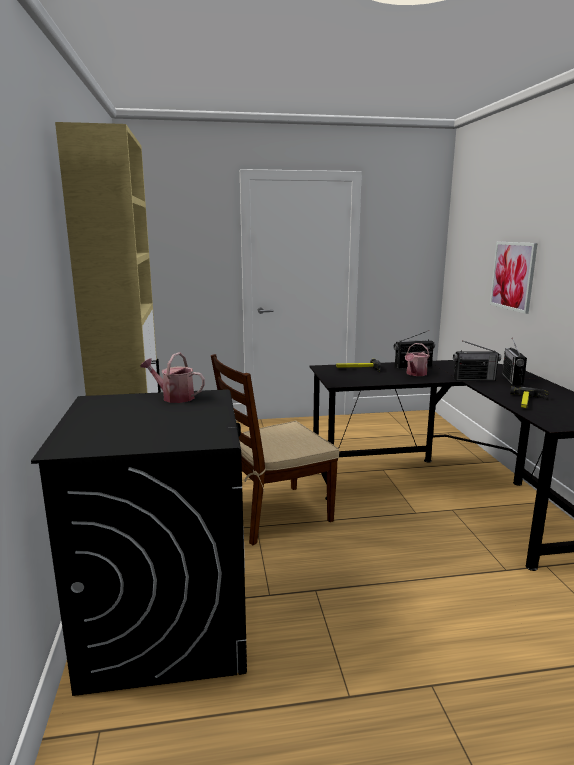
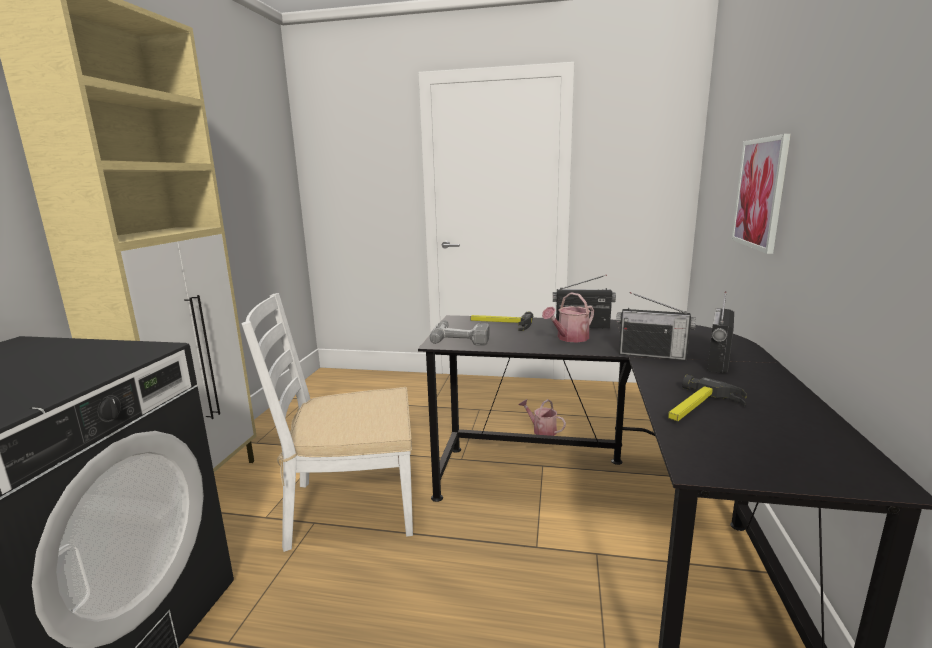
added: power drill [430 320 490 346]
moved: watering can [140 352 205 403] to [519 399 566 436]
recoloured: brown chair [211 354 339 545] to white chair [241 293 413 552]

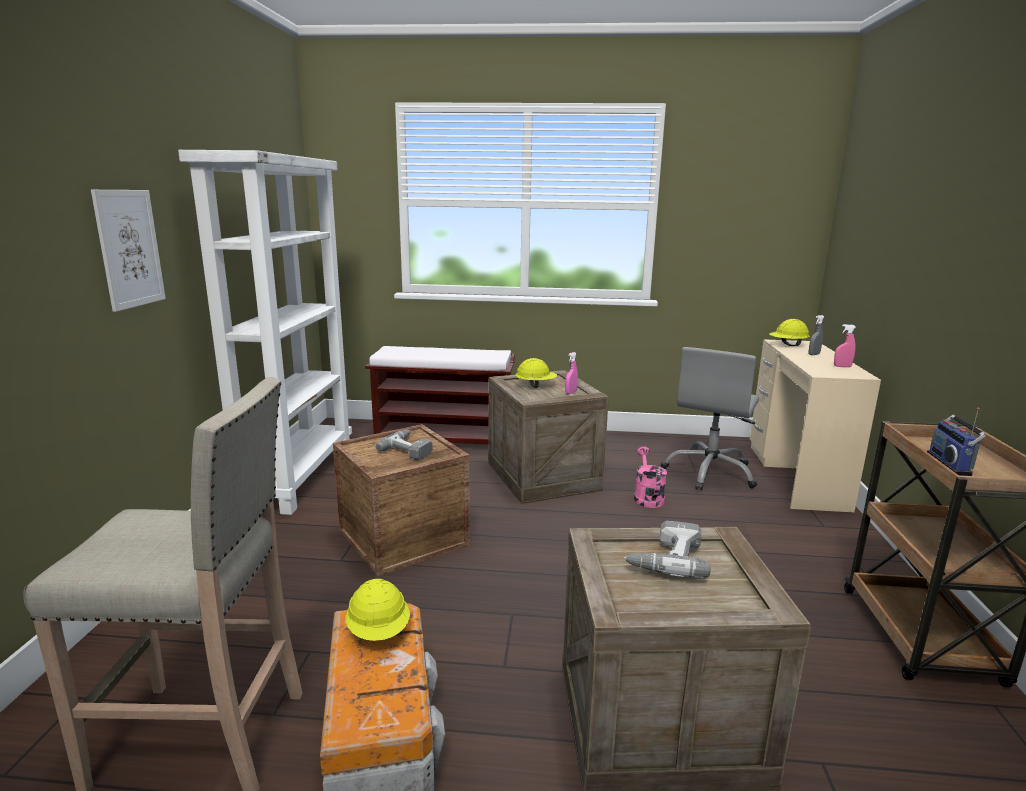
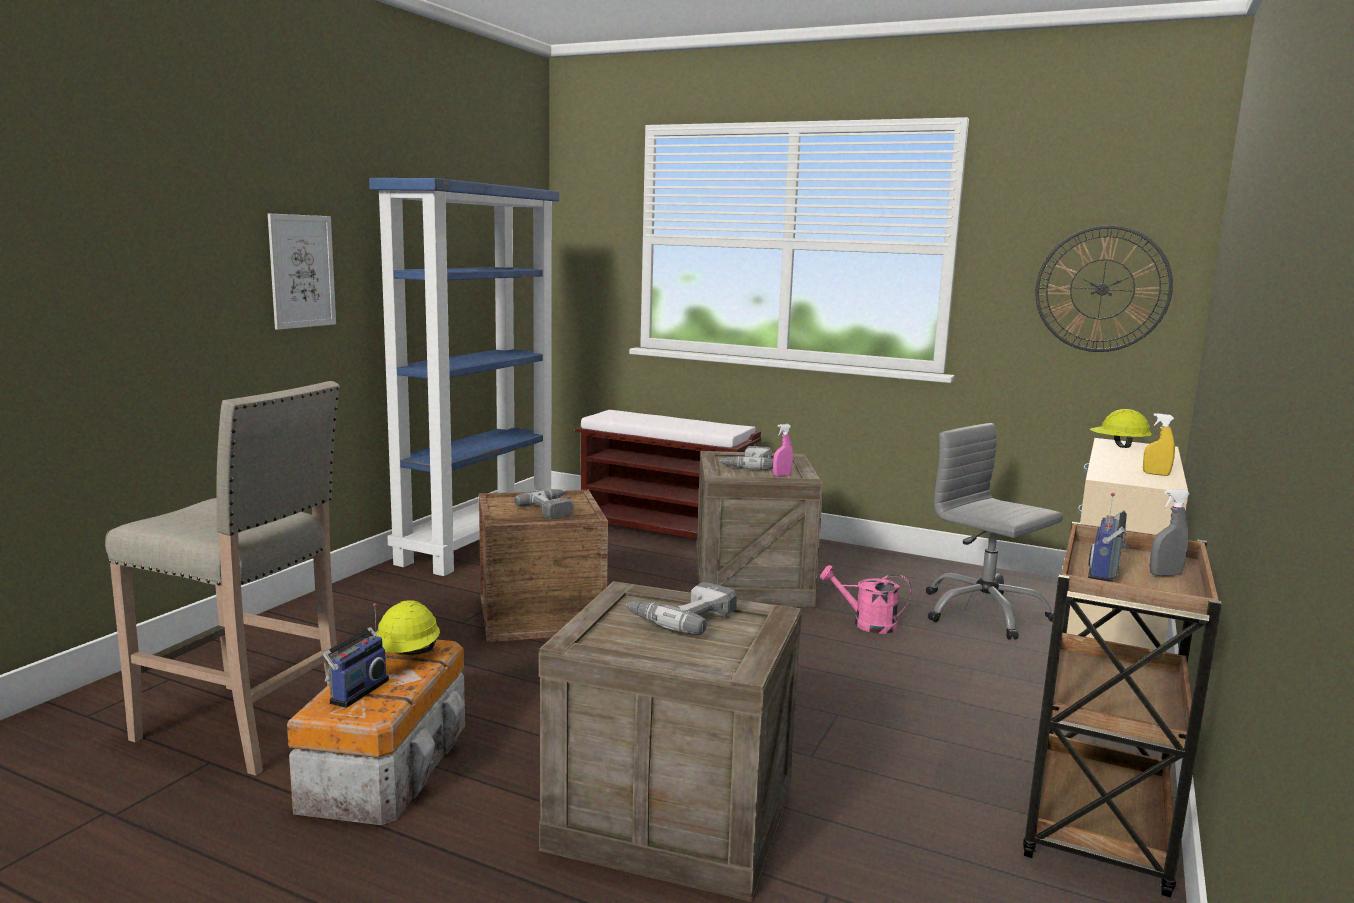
added: radio [323 603 389 708]; wall clock [1035 225 1173 352]
moved: grey spray bottle [809 315 824 355] to [1150 489 1190 576]
replaced: yellow hard hat [515 358 557 388] to power drill [719 446 773 470]
recoloured: white bookcase [178 150 352 515] to blue bookcase [369 178 559 576]; pink spray bottle [834 324 856 367] to yellow spray bottle [1143 413 1175 476]
turned: pink watering can [634 447 667 508] = [820 565 912 634] 90 degrees counterclockwise; grey office chair [661 347 759 491] = [926 423 1063 640] 90 degrees clockwise

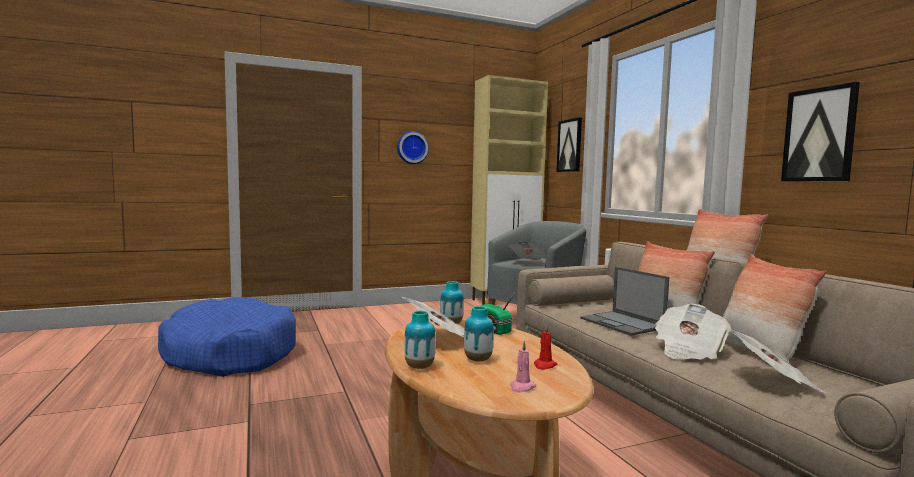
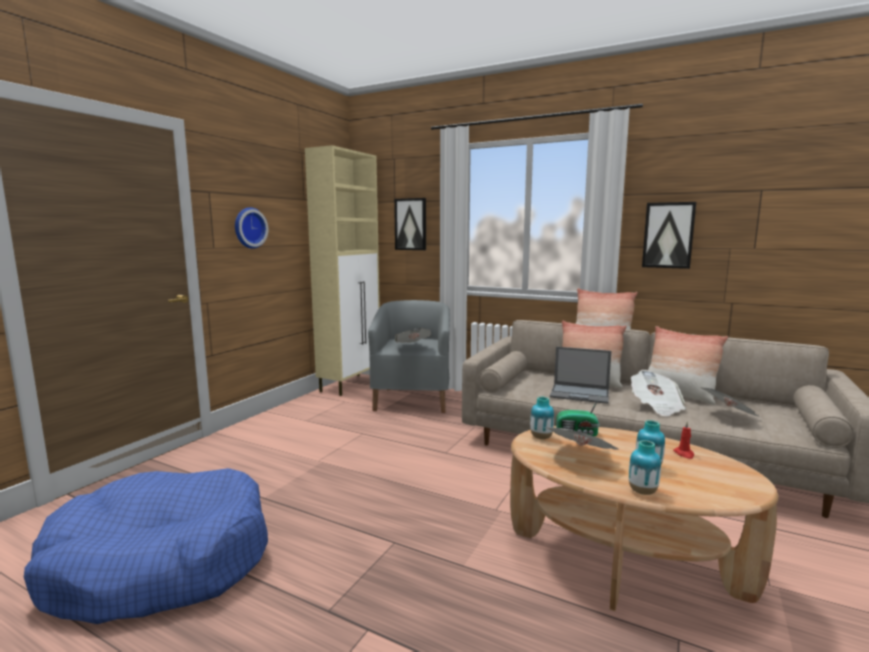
removed: pink candle [510 341 536 392]

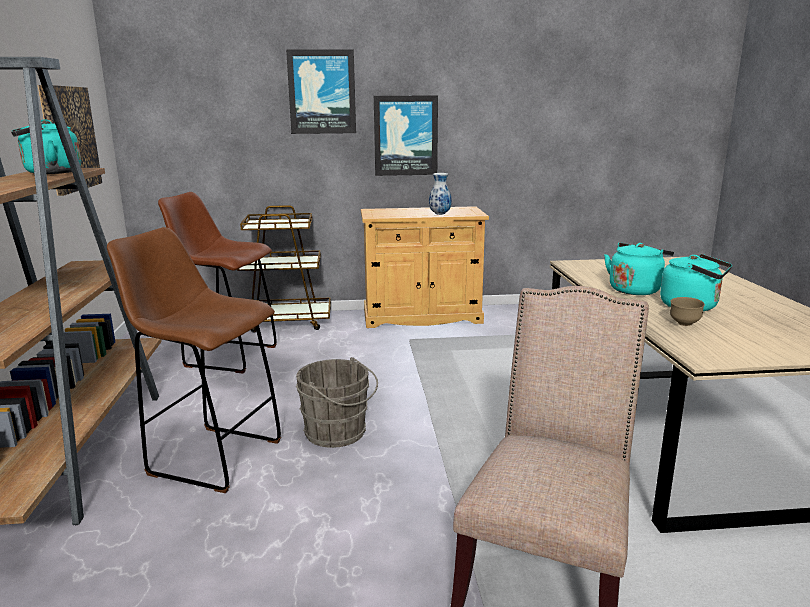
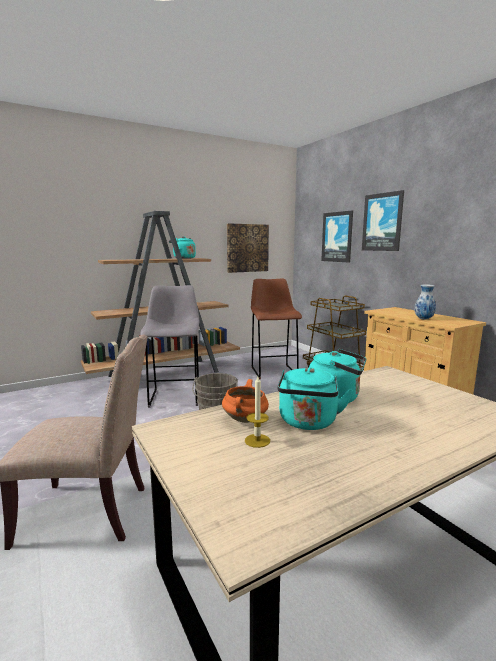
added: candle [245 376 270 448]
moved: picture [374 95 438 176] to [321 210 353 263]
replaced: brown bowl [670 297 705 326] to orange cooking pot [222 379 269 423]
recoloured: brown stool [107 227 281 493] to grey stool [140 285 199 408]

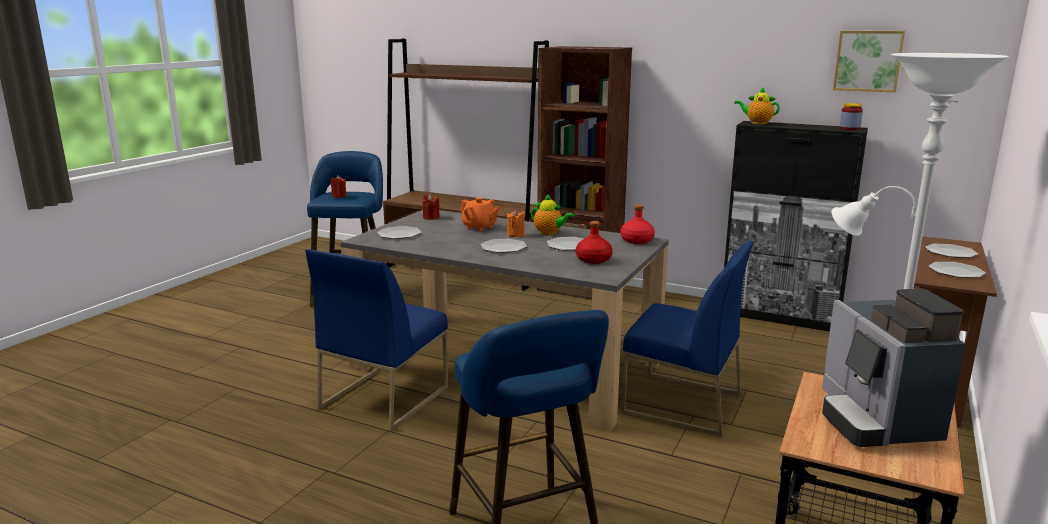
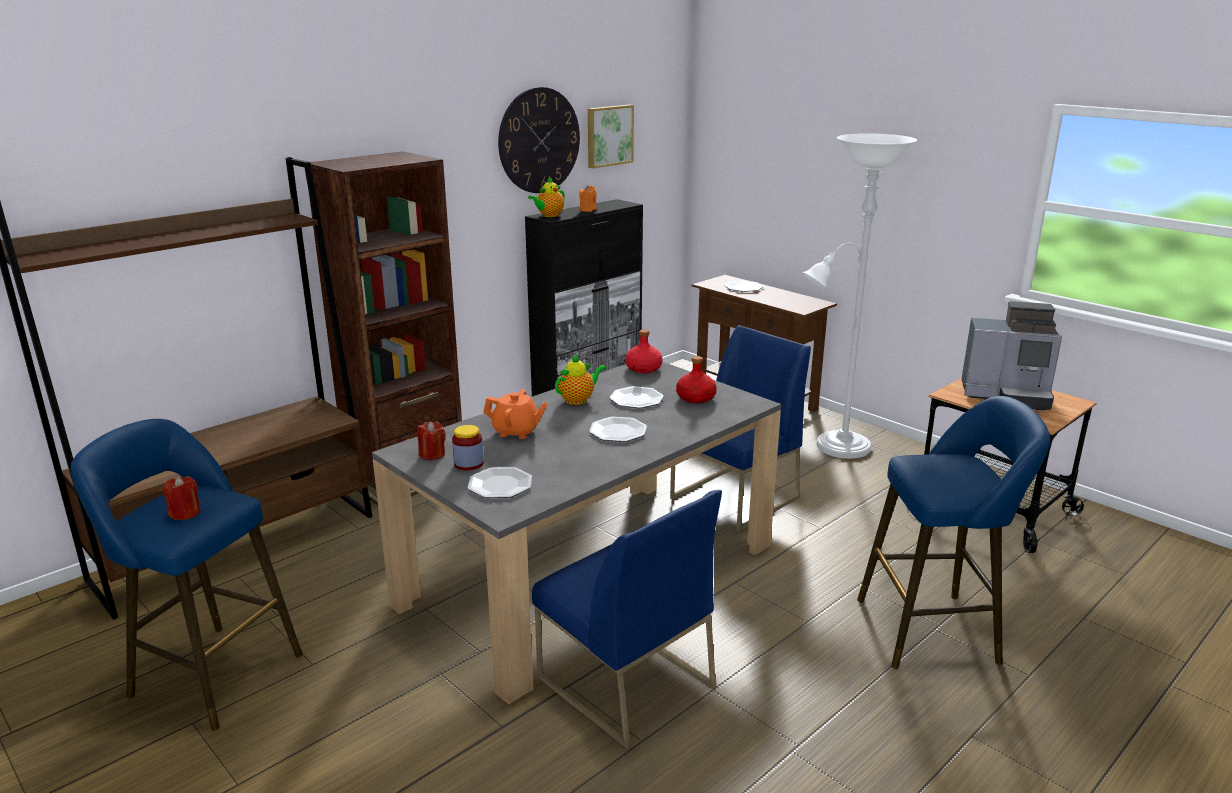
removed: plate [928 262 986 278]
added: wall clock [498 87 580 193]
moved: orange candle [507 209 525 237] to [579 185 597 212]; jar [840 103 863 130] to [452 425 484 471]
turned: orange teapot [460 198 500 231] = [483 390 548 439] 45 degrees clockwise

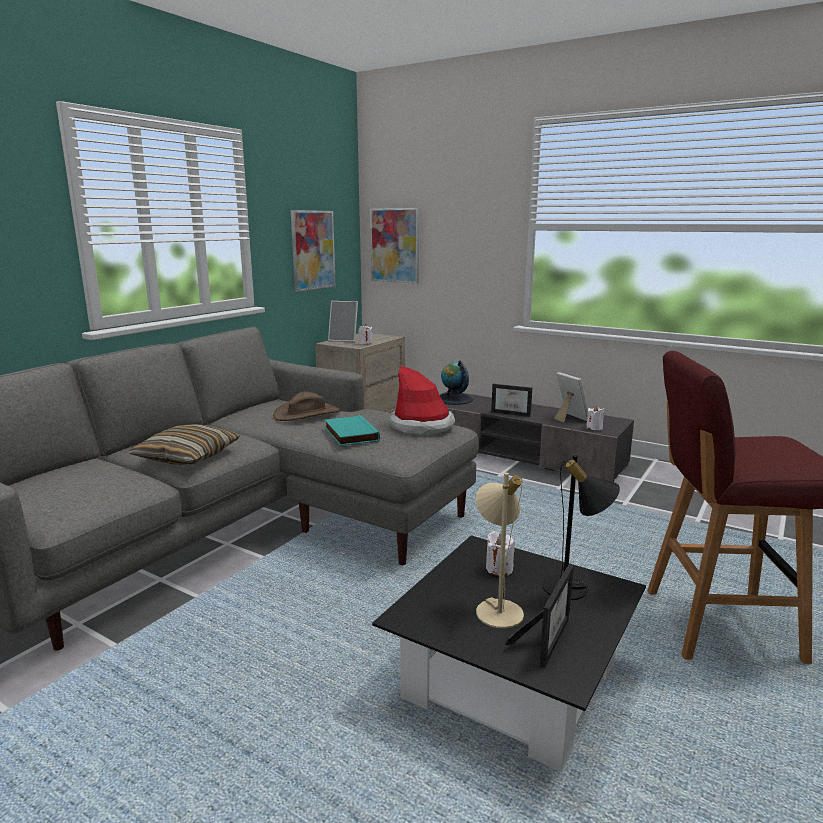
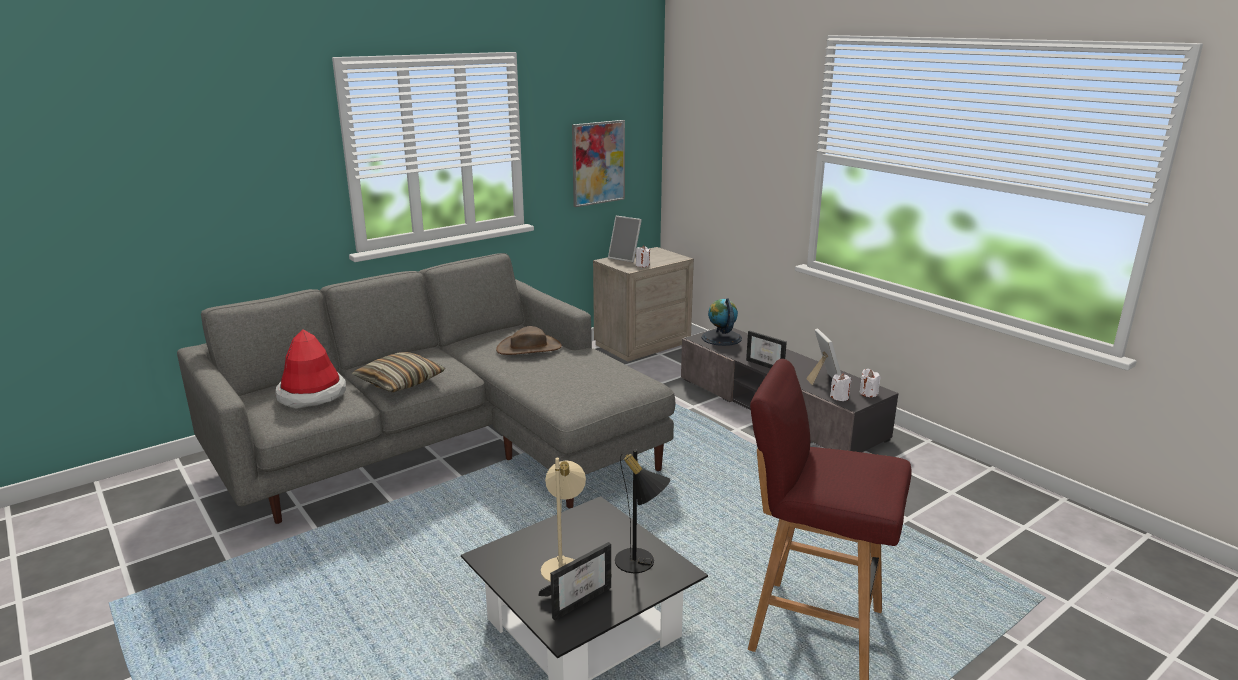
removed: turquoise book [325 415 380 446]; picture [370 208 419 284]
moved: hat [389 366 455 436] to [275 329 346 409]; white candle [486 531 515 576] to [860 369 880 397]

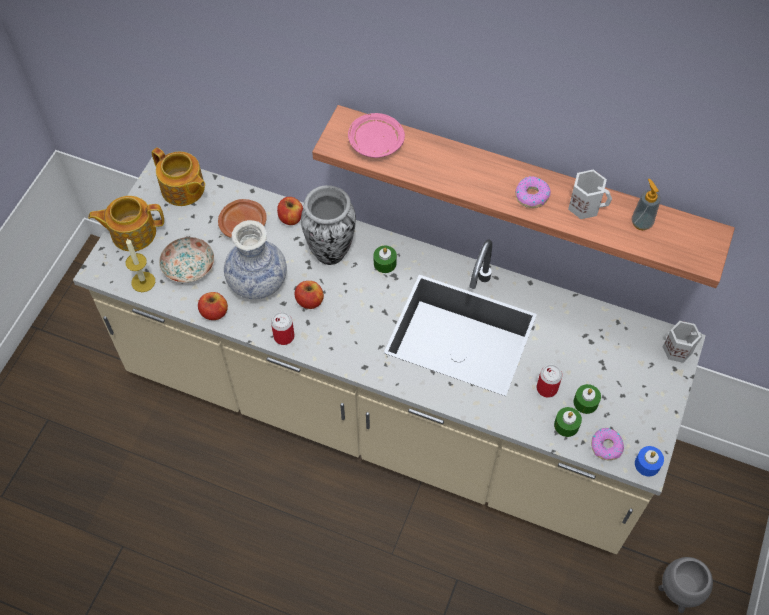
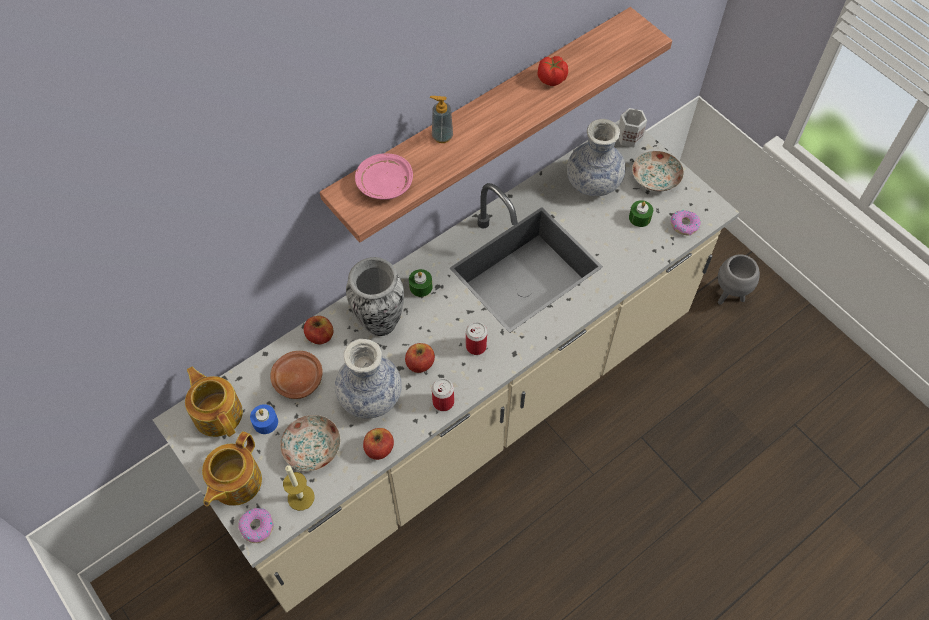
removed: green candle [554 407 582 437]
added: vase [567 119 626 196]; plate [632 151 684 192]
moved: donut [515 176 551 208] to [238 508 274 543]; can [536 364 562 398] to [466 322 487 355]; soap dispenser [632 179 661 230] to [430 96 453 143]; blue candle [635 446 664 476] to [250 404 278 434]
replaced: white mug [568 169 612 219] to tomato [538 56 568 86]
turned: teapot [152 147 205 206] = [185 366 243 437] 105 degrees counterclockwise

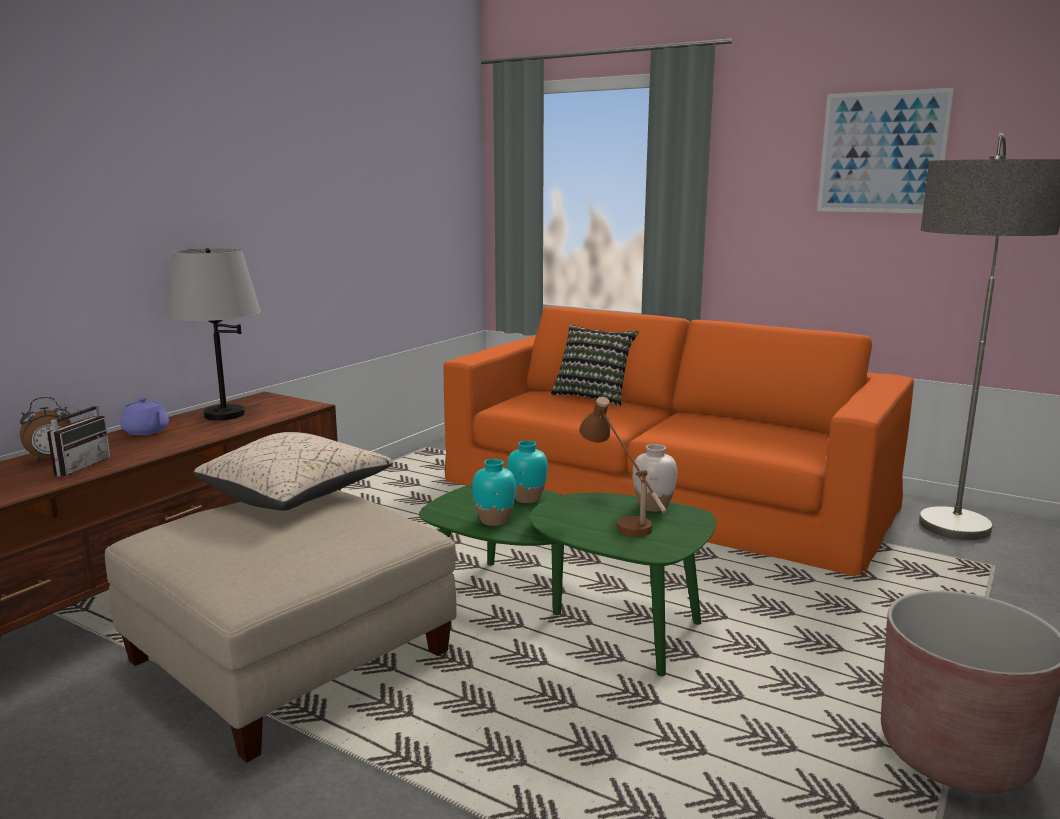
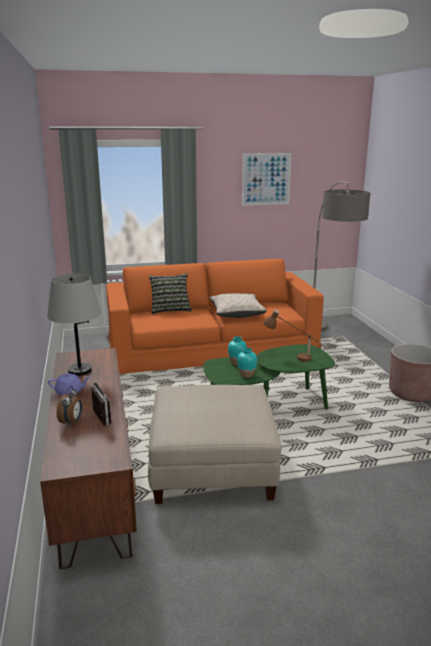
removed: white vase [633 444 677 512]
moved: beige pillow [193 432 393 510] to [209 293 267 318]

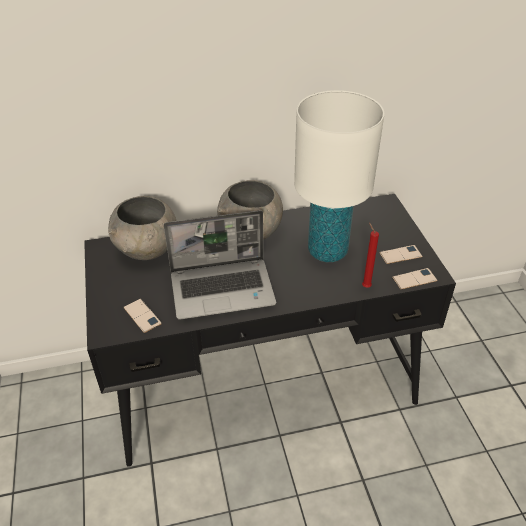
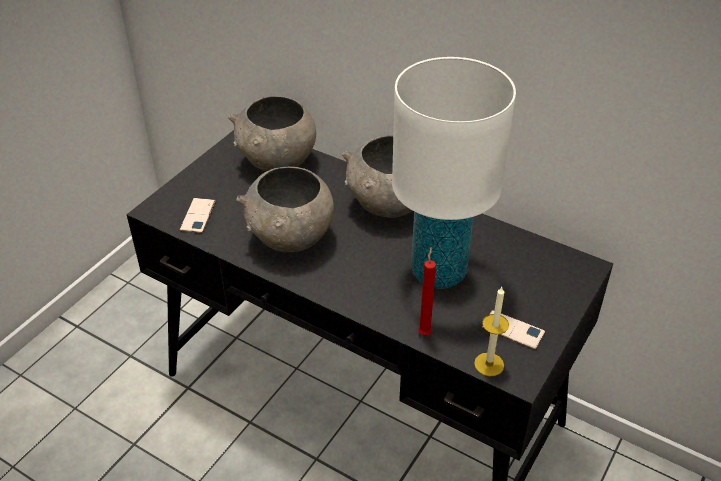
replaced: laptop [164 210 276 320] to grey bowl [236 167 334 252]; phone [392 268 437 290] to candle [474 287 509 376]

